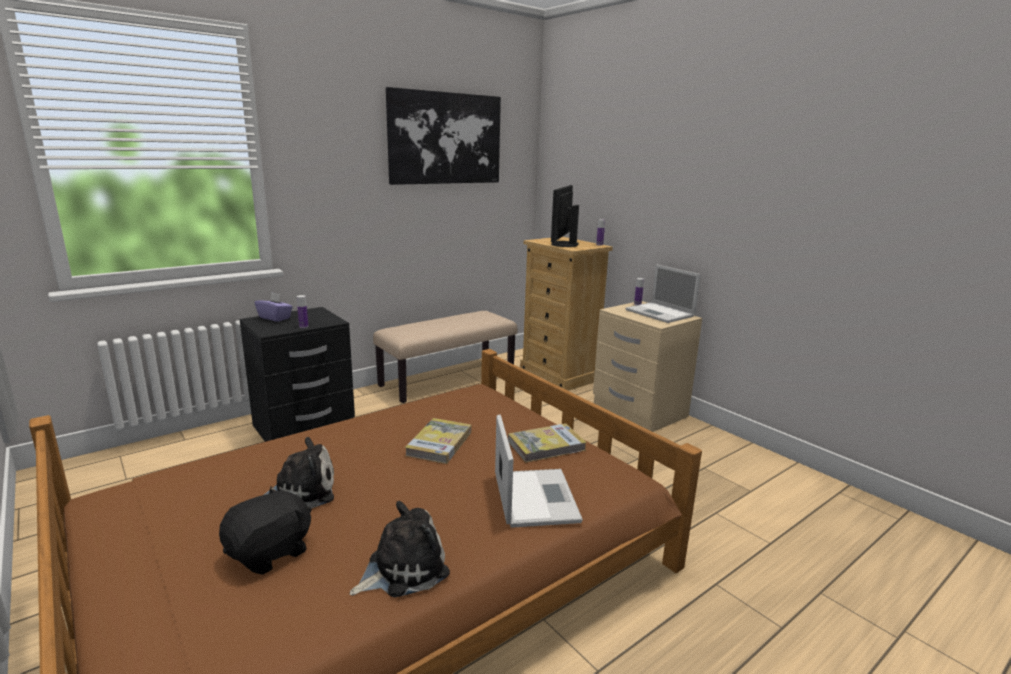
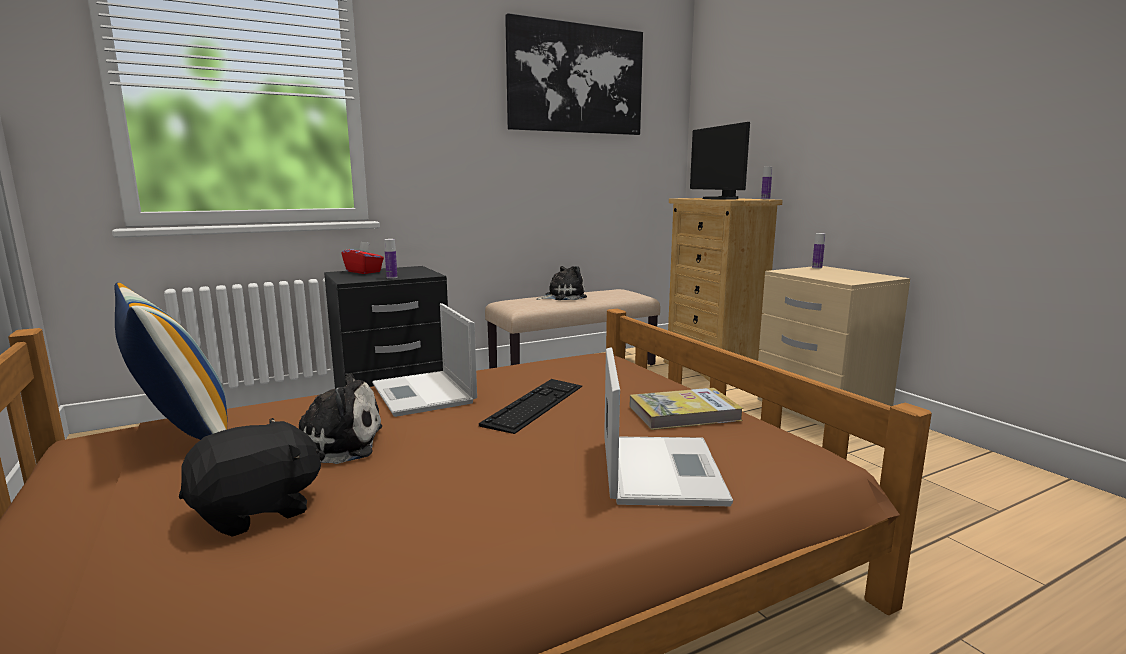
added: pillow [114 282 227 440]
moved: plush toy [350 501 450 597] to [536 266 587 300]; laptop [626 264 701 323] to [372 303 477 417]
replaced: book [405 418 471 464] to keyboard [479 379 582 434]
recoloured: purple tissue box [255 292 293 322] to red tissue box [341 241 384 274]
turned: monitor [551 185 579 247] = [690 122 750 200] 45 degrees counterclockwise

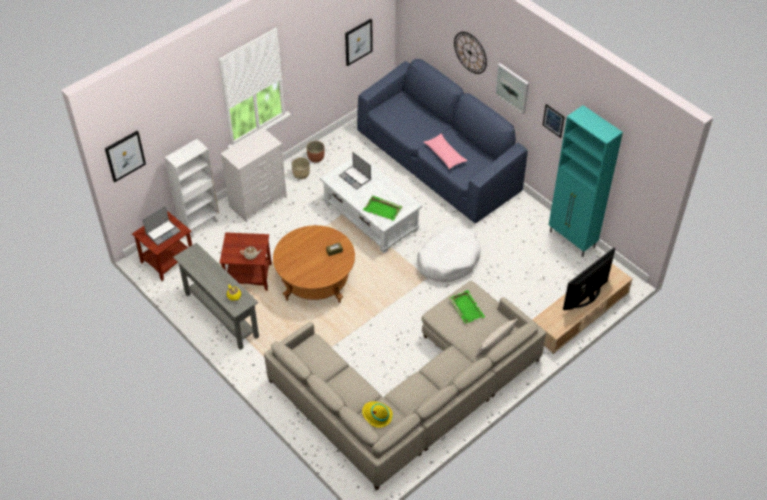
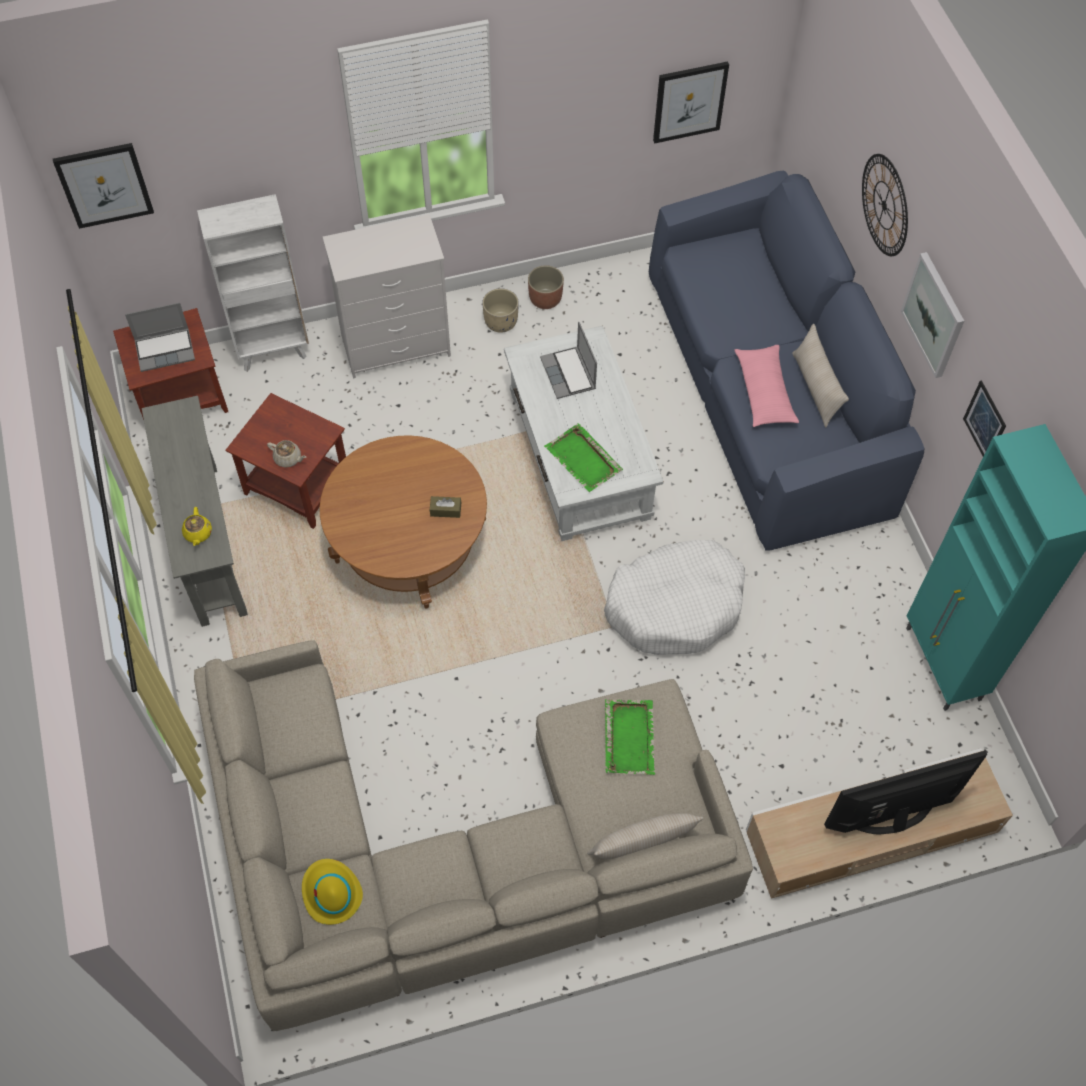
added: beige pillow [792 324 849 428]

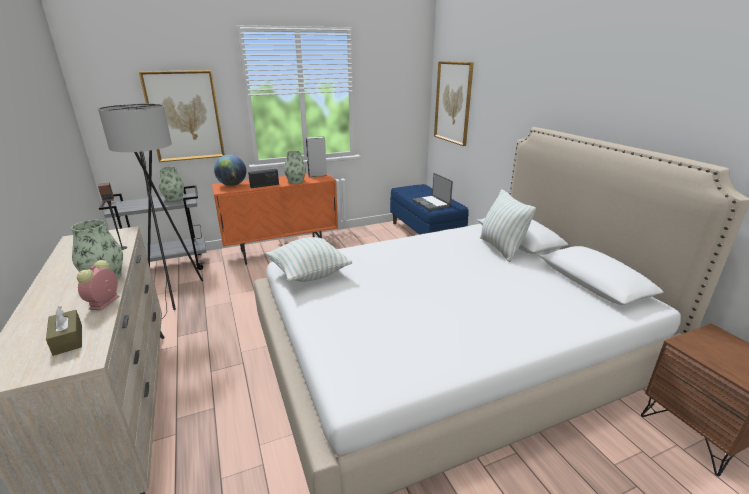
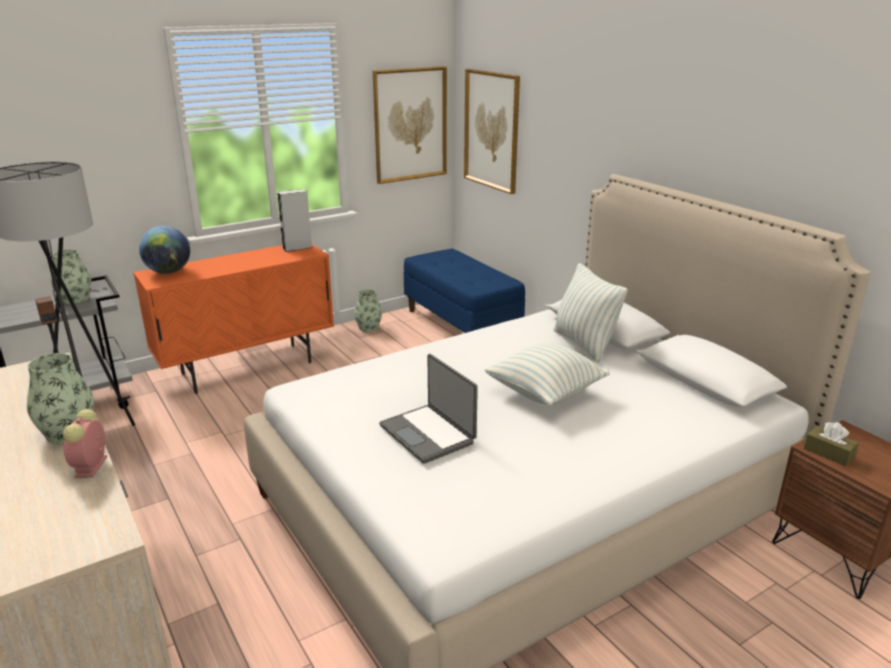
removed: radio [248 169 279 188]
moved: brown tissue box [46 306 82 356] to [804 422 859 466]; picture [139 70 225 162] to [373 66 447 184]; pillow [266 237 352 282] to [484 342 609 405]; vase [284 151 306 184] to [354 290 382 332]; laptop [412 173 453 210] to [379 354 478 464]

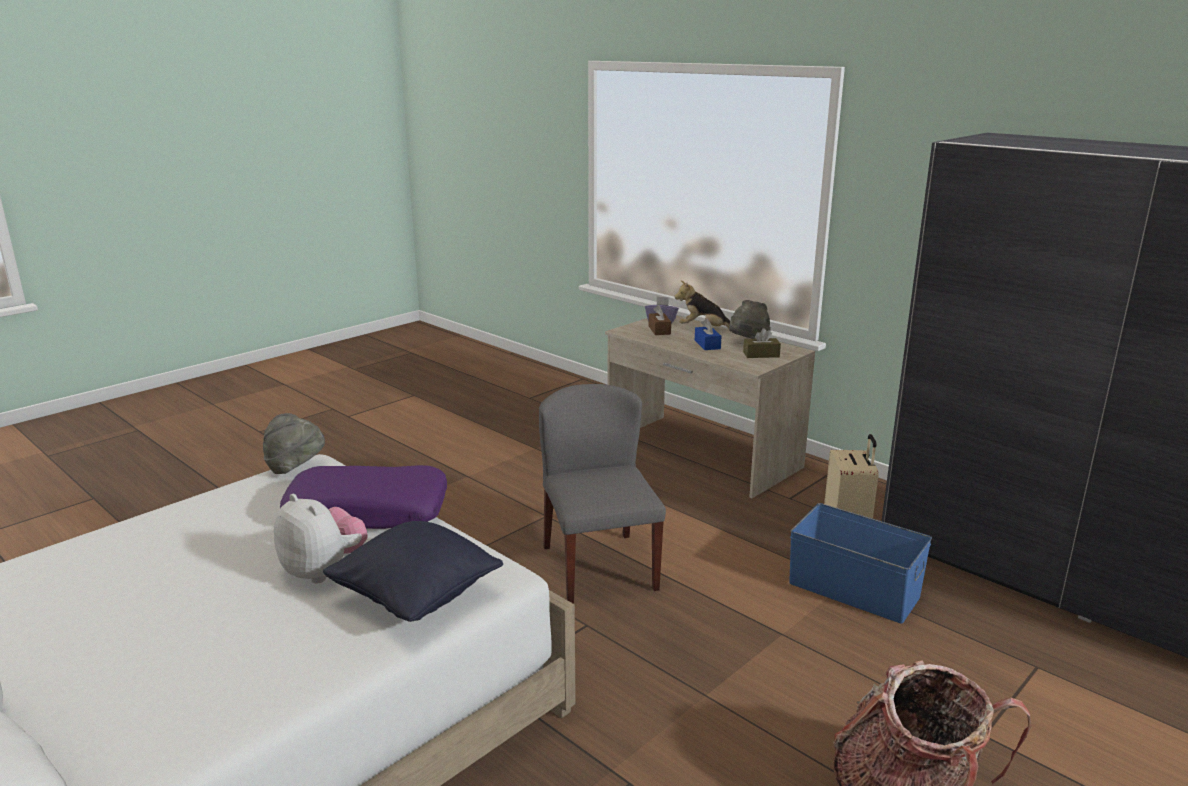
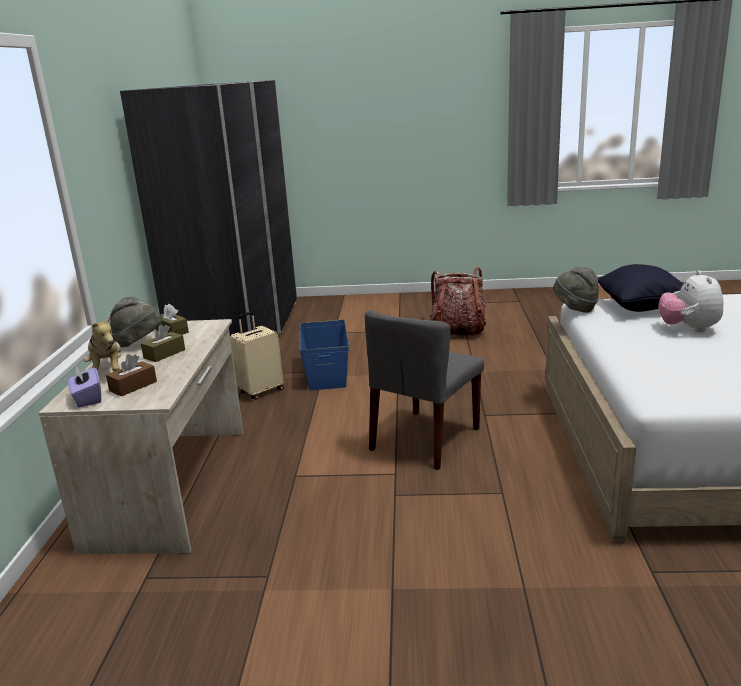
removed: purple pillow [280 465 447 529]
moved: grey hat [263 413 325 474] to [553 267 599 313]
recoloured: blue tissue box [695 318 722 350] to brown tissue box [141 325 185 362]

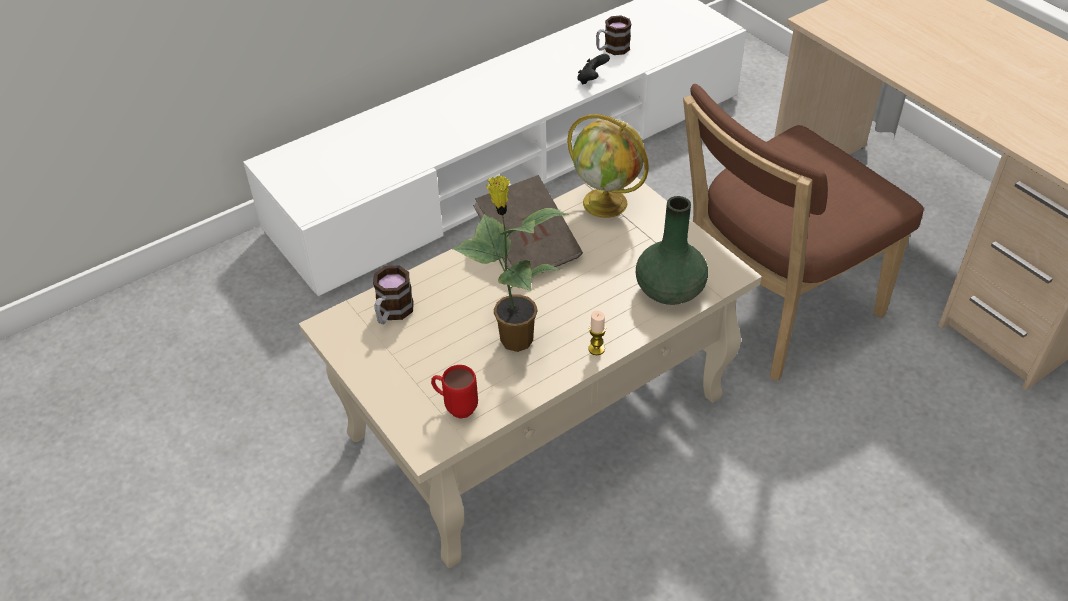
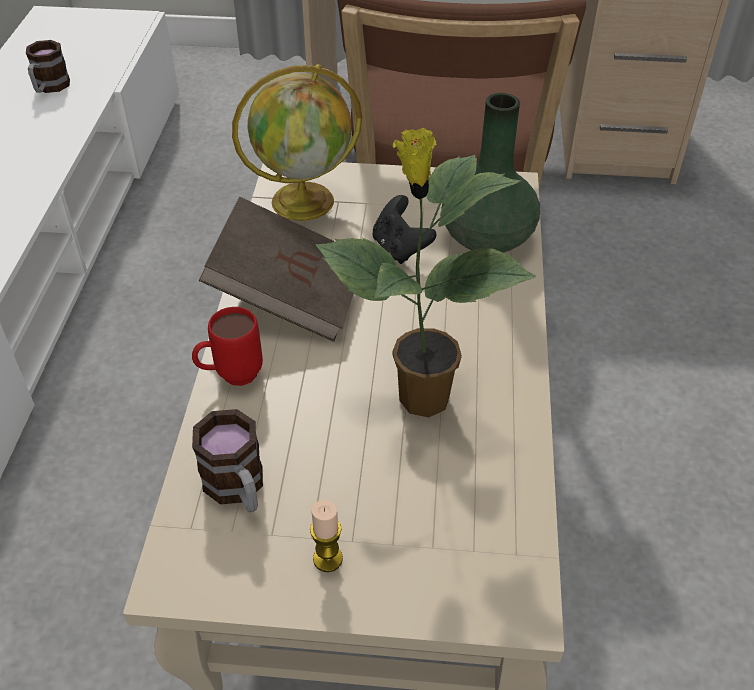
moved: red mug [431 365 478 419] to [192 307 263 386]; black game controller [577 54 610 85] to [372 195 437 264]; candle [588 311 606 355] to [310 500 343 572]

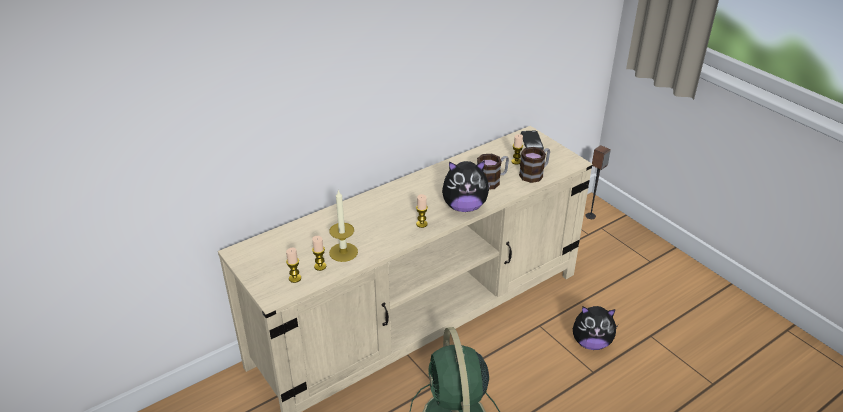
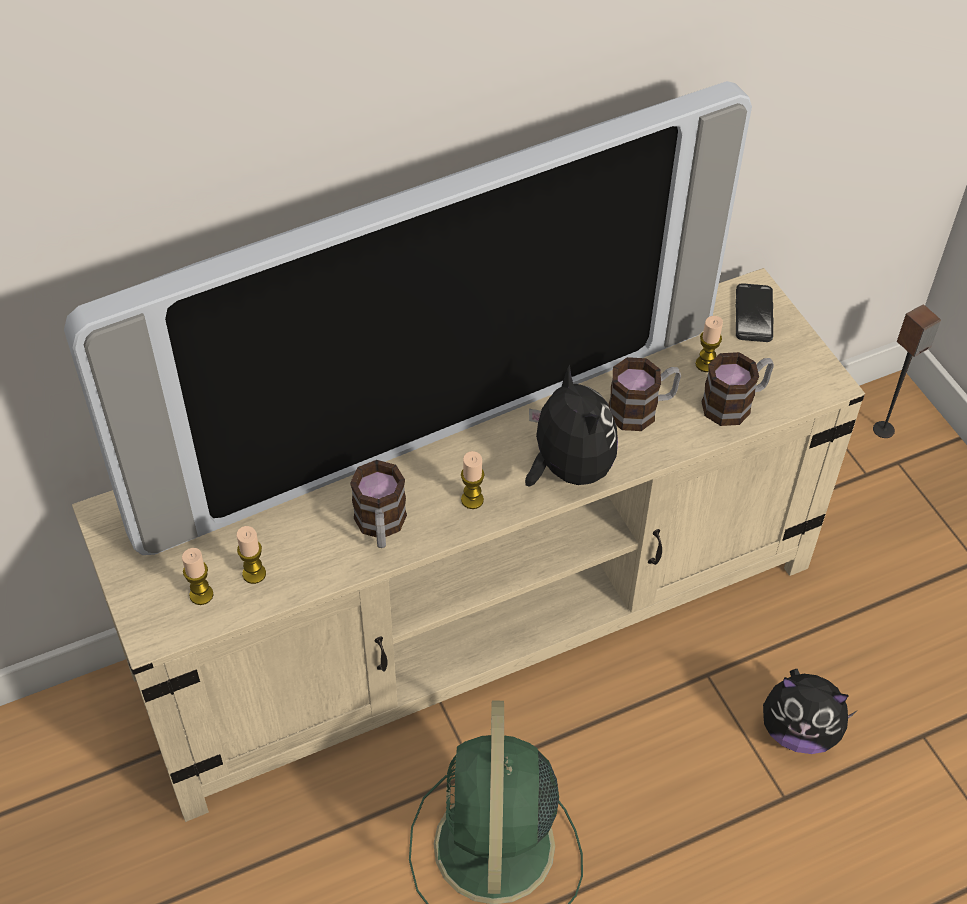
removed: candle [329 189 358 262]
added: television [64 81 752 555]; mug [350 460 407 548]
turned: plush toy [442 161 491 212] = [525 364 618 487] 120 degrees counterclockwise

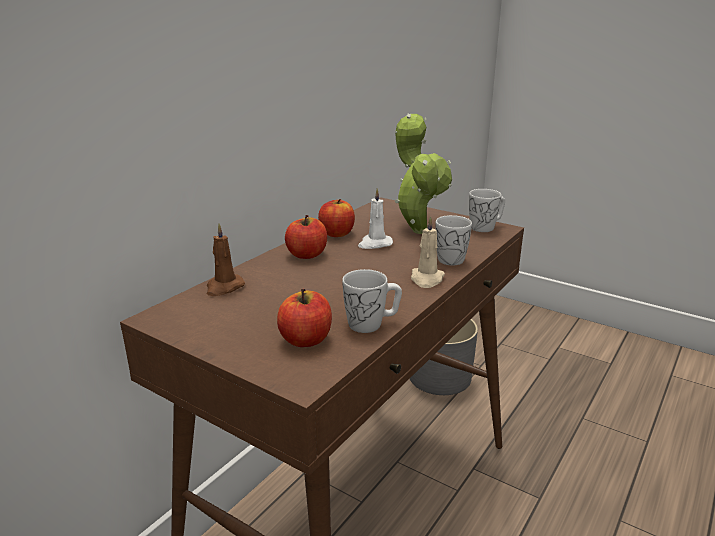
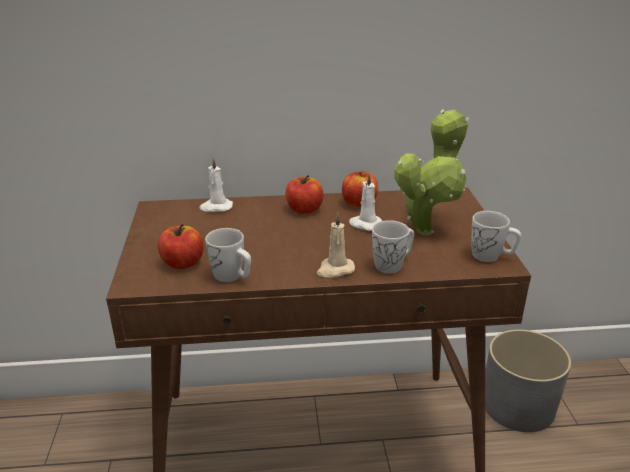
recoloured: brown candle [207 224 245 296] to white candle [199 157 233 212]

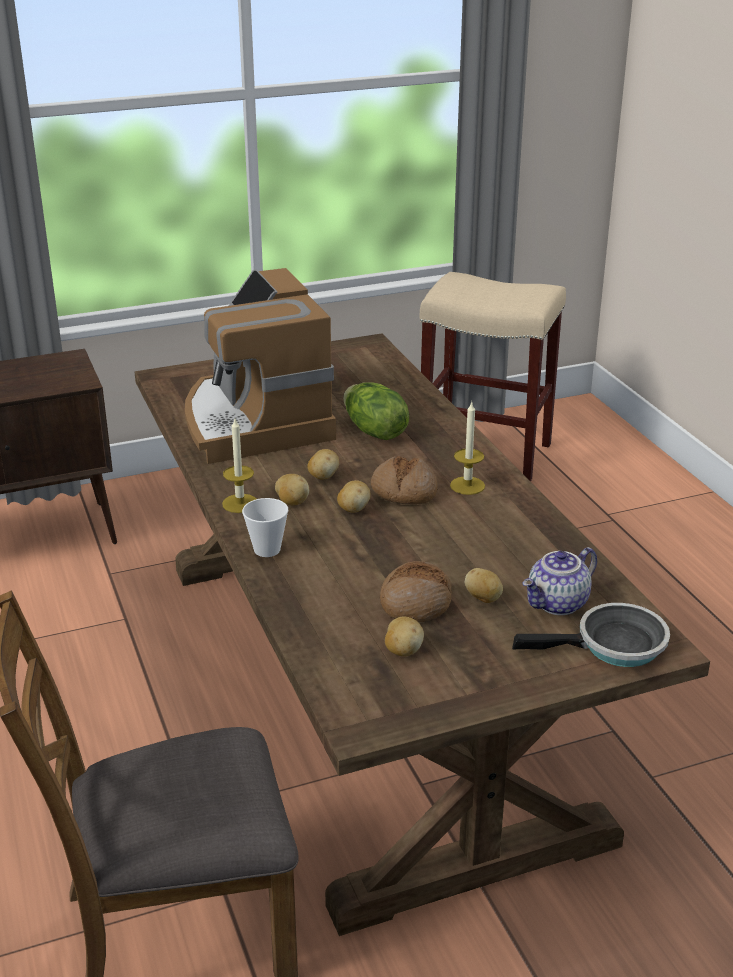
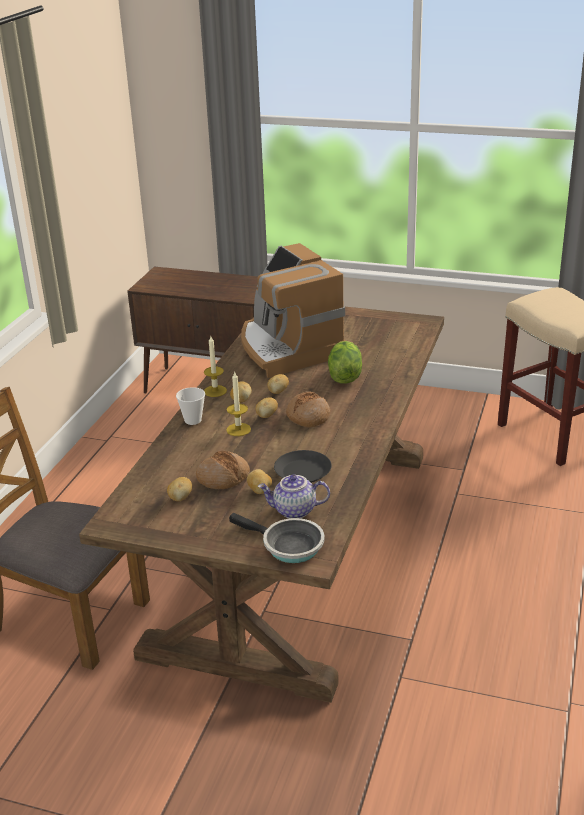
added: black plate [274 450 332 483]
moved: candle [450 401 485 495] to [226 371 251 436]
turned: coffee machine [185 268 336 464] = [241 243 346 378] 45 degrees counterclockwise

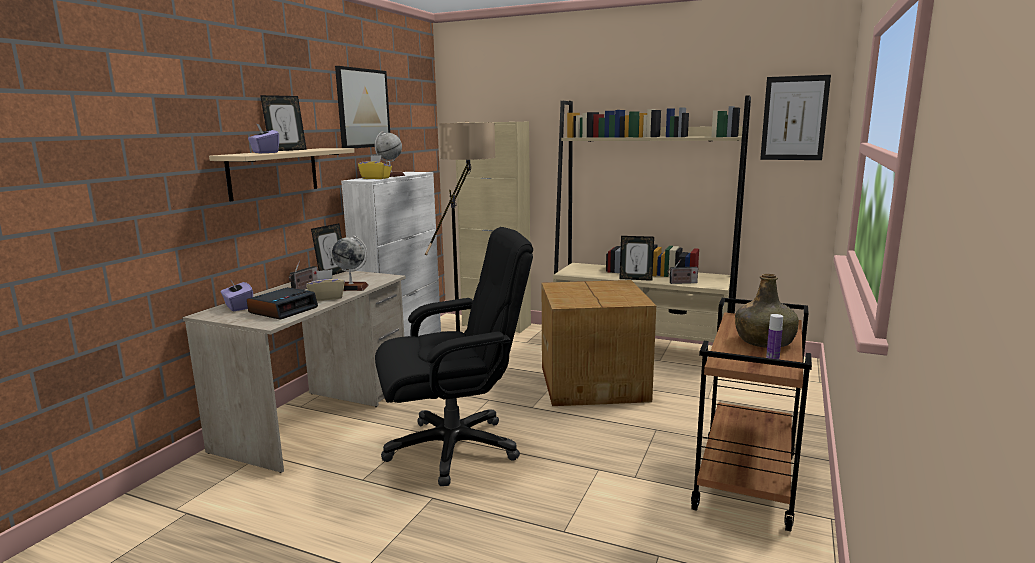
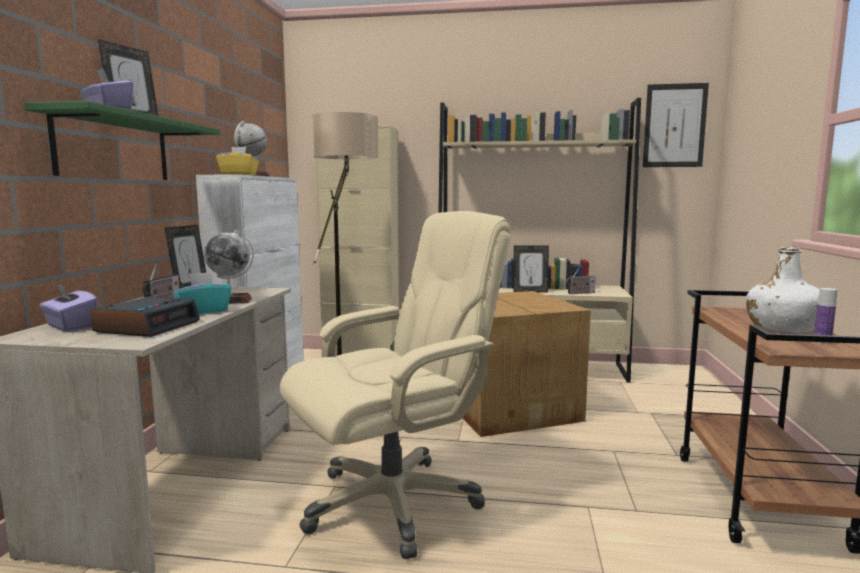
removed: picture [335 66 390 148]
recoloured: beige shelf [209 148 355 201] to green shelf [24 101 220 180]; beige tissue box [306 270 345 301] to turquoise tissue box [174 272 232 314]; black office chair [375 227 533 486] to beige office chair [280 211 511 559]; green bottle [735 273 799 348] to white bottle [746 247 820 333]

